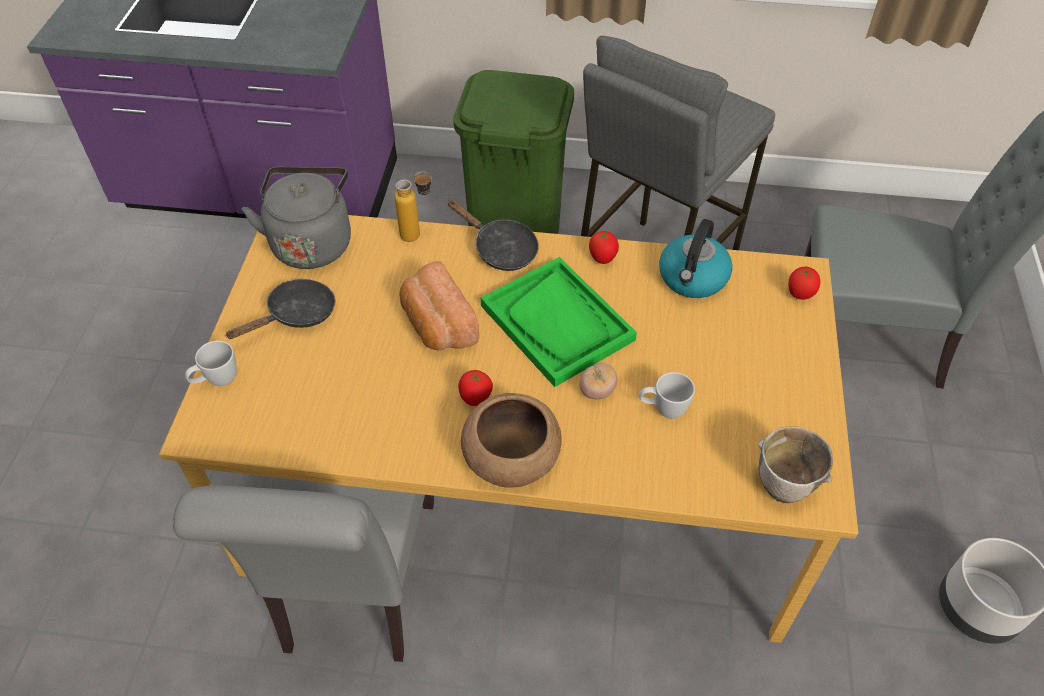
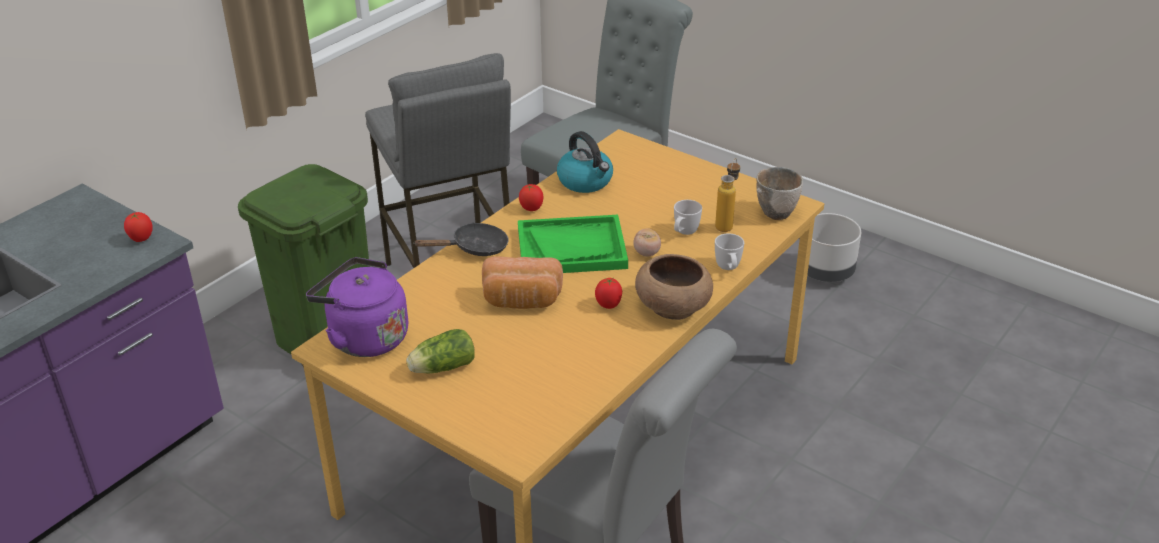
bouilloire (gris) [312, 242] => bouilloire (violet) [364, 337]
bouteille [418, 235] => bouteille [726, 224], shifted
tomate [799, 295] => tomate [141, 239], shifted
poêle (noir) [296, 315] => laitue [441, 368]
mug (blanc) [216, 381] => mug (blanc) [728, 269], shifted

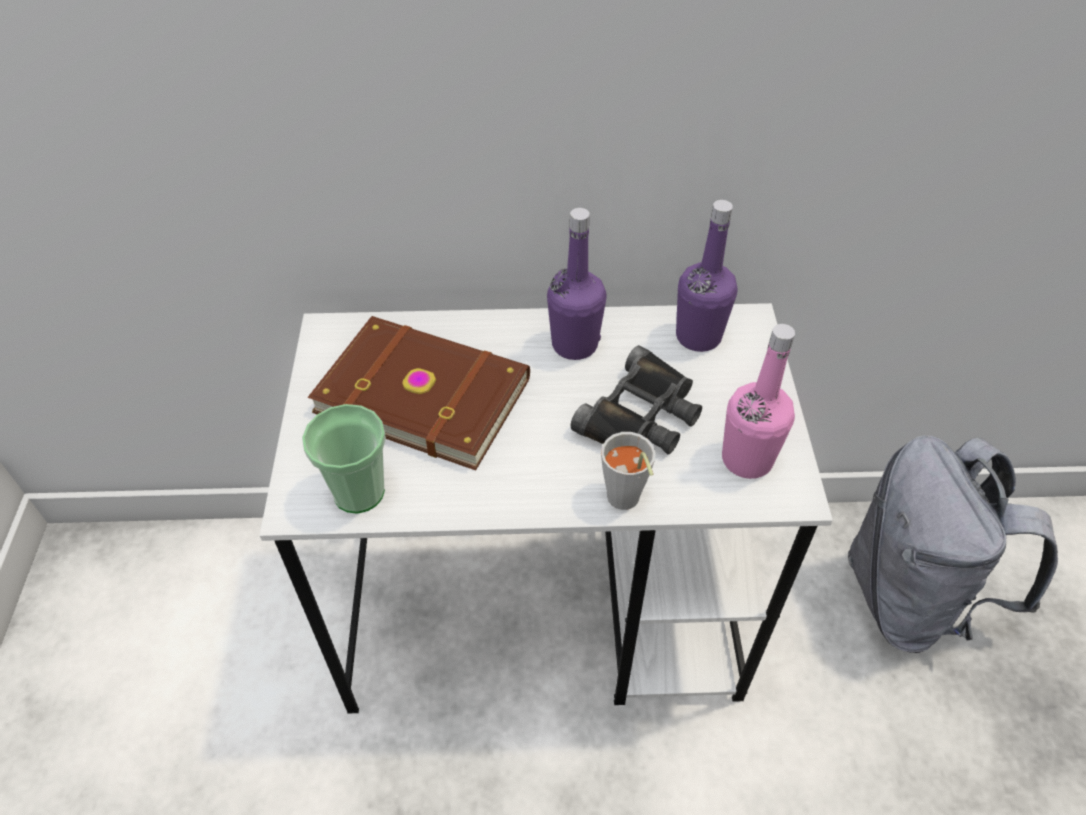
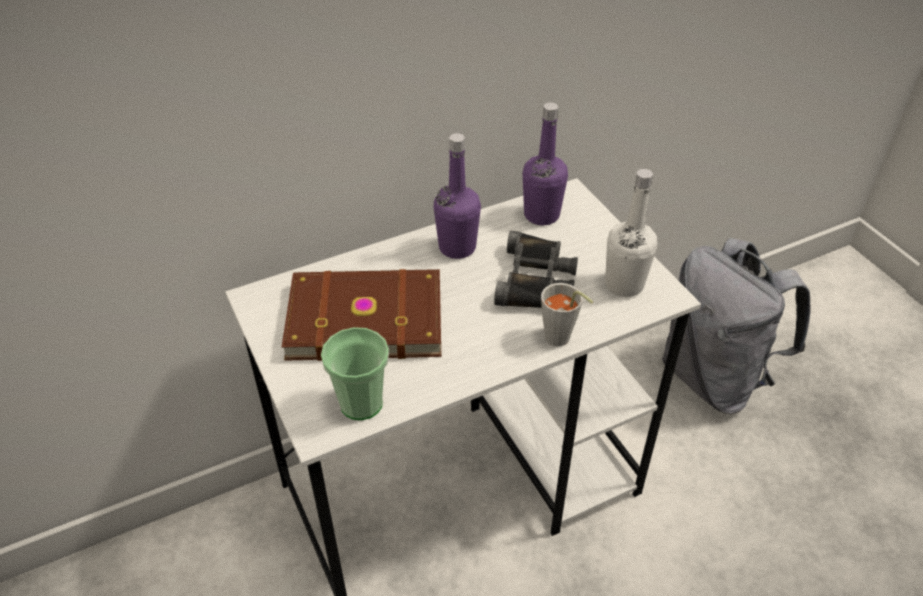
bouteille (rose) [747, 459] => bouteille (blanc) [624, 284]

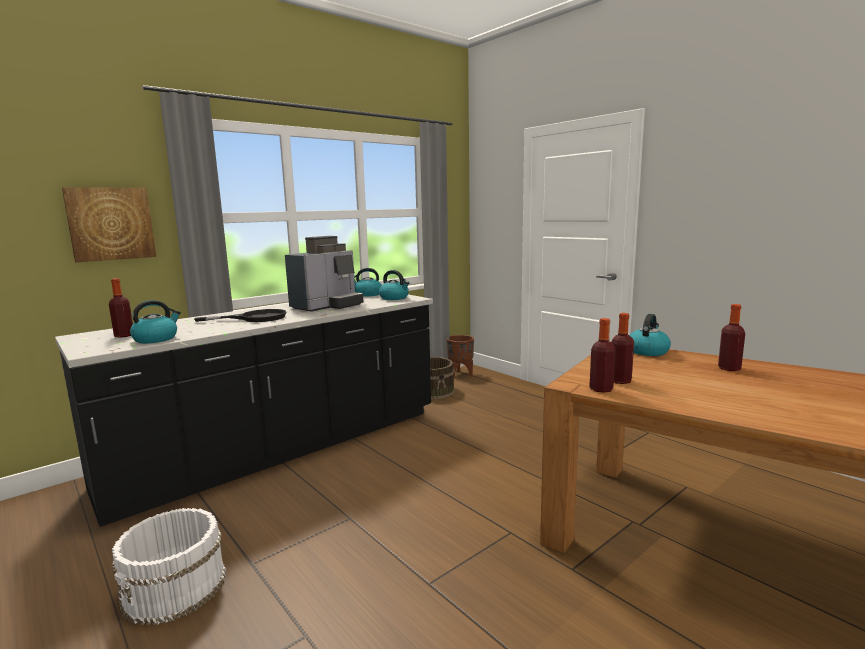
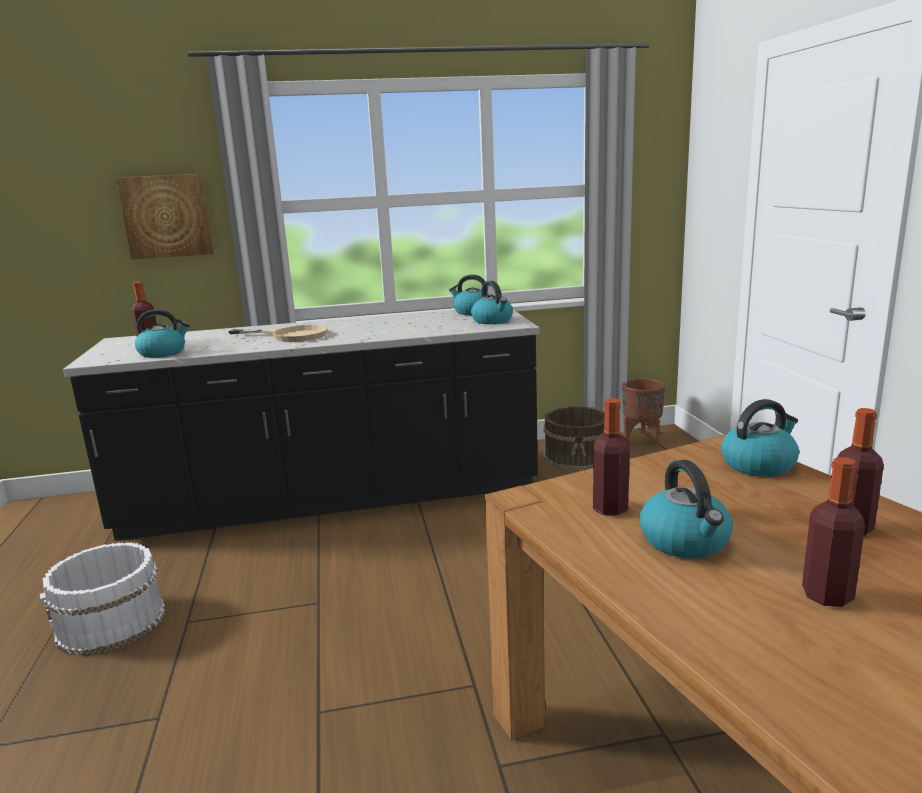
machine à café [328, 306] => nothing
poêle (noir) [255, 318] => poêle (beige) [291, 336]
bouteille [601, 389] => bouteille [827, 595], shifted
nothing => bouilloire [685, 541]

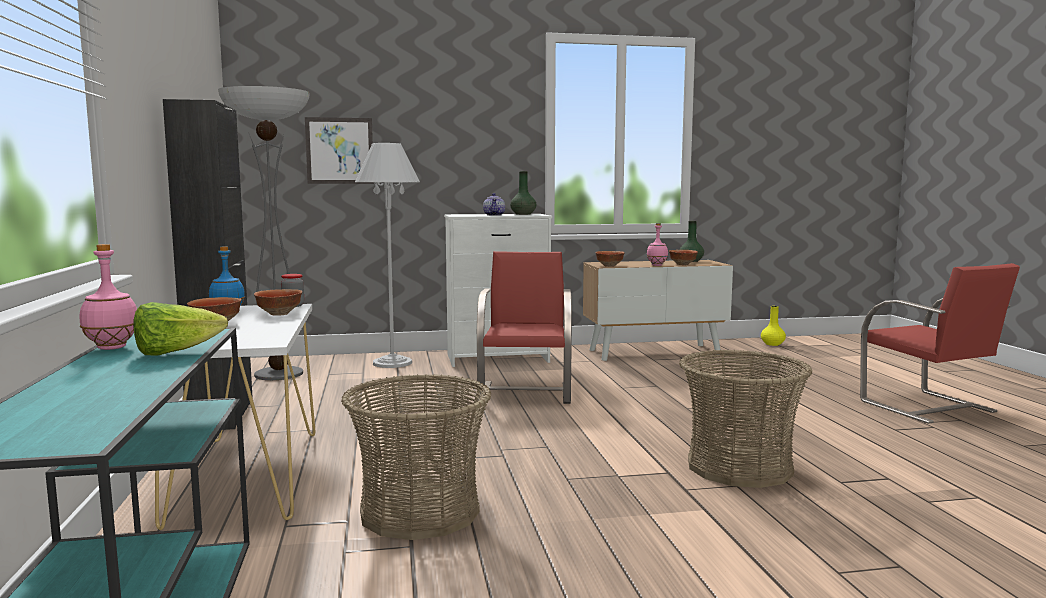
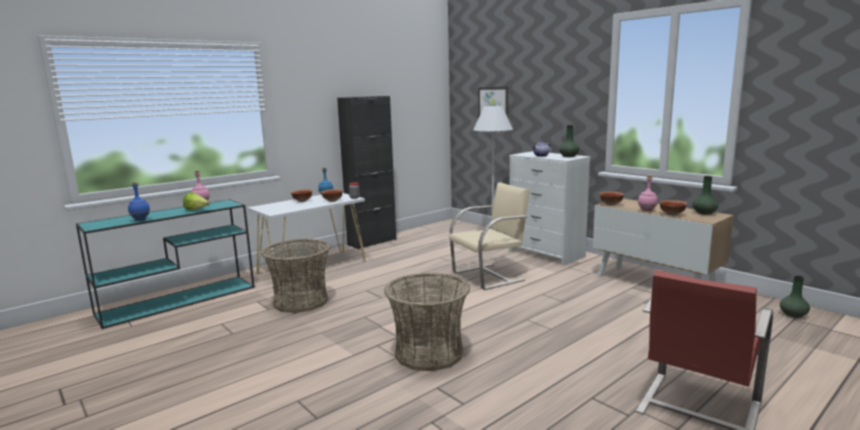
lampadaire [279, 374] => nothing
chaise (rouge) [526, 392] => chaise (beige) [489, 276]
vase (jaune) [773, 344] => vase (vert) [793, 315]
nothing => bouteille (bleu) [140, 220]

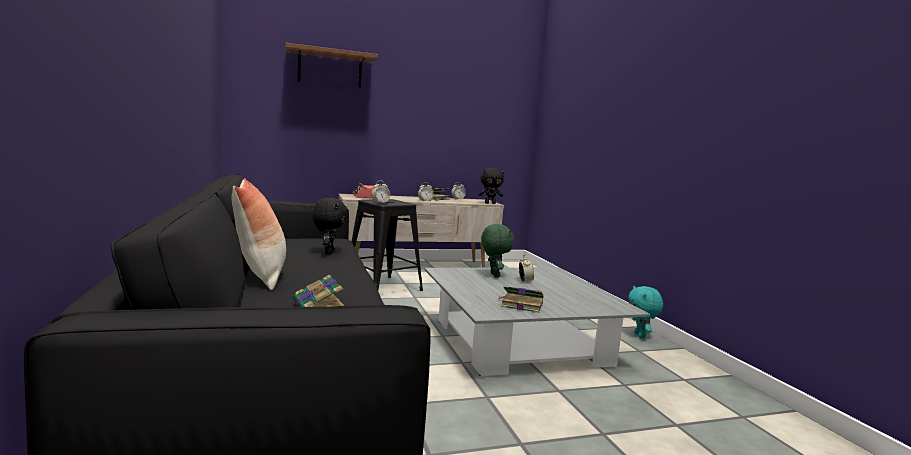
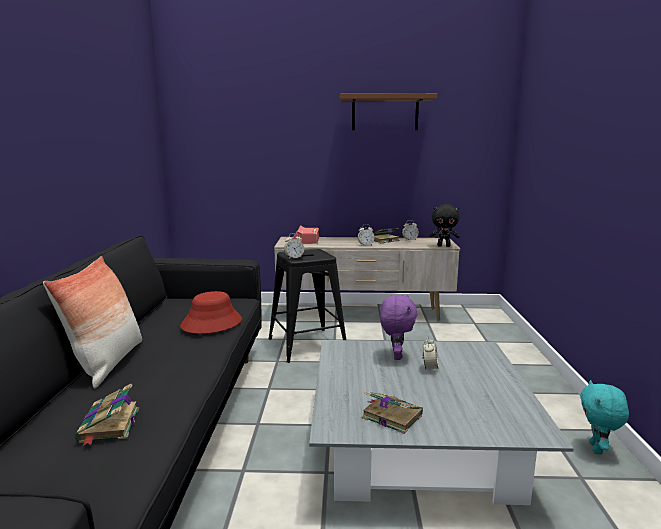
étagère (marron) [330, 69] => étagère (marron) [385, 113], shifted
peluche (noir) [328, 252] => chapeau (rouge) [211, 323]
peluche (vert) [493, 275] => peluche (violet) [396, 356]

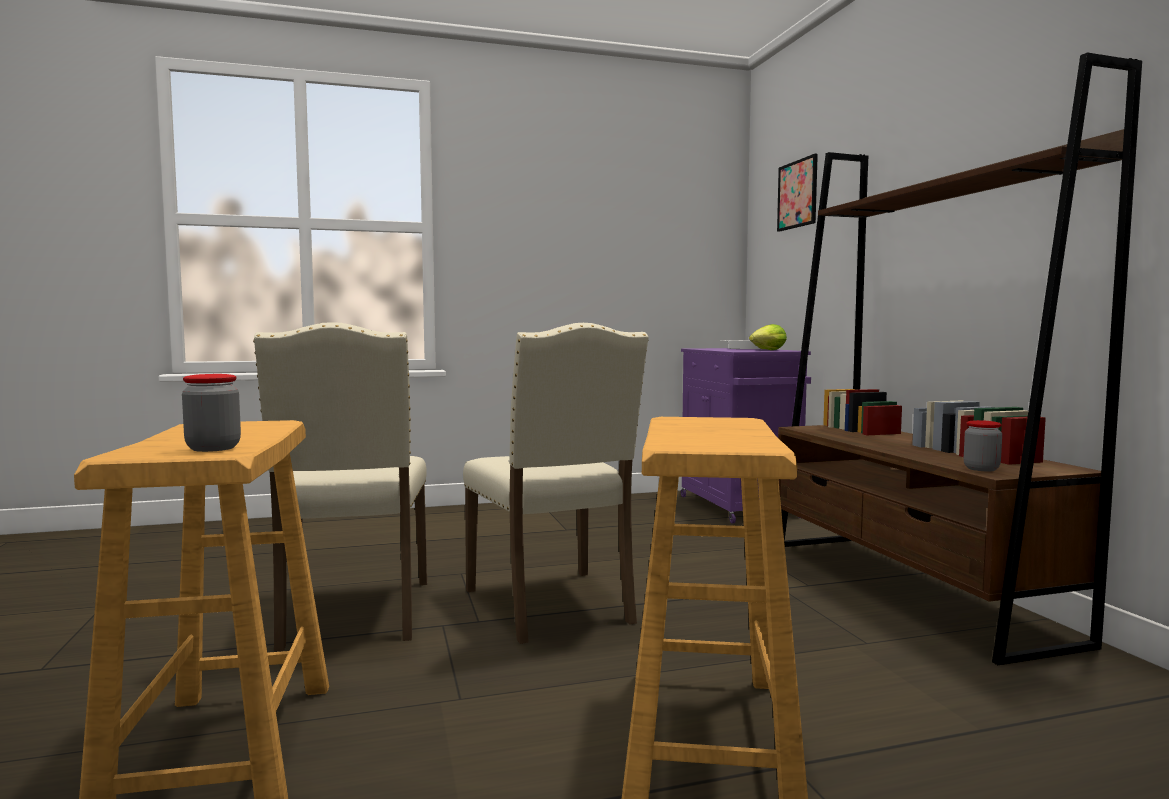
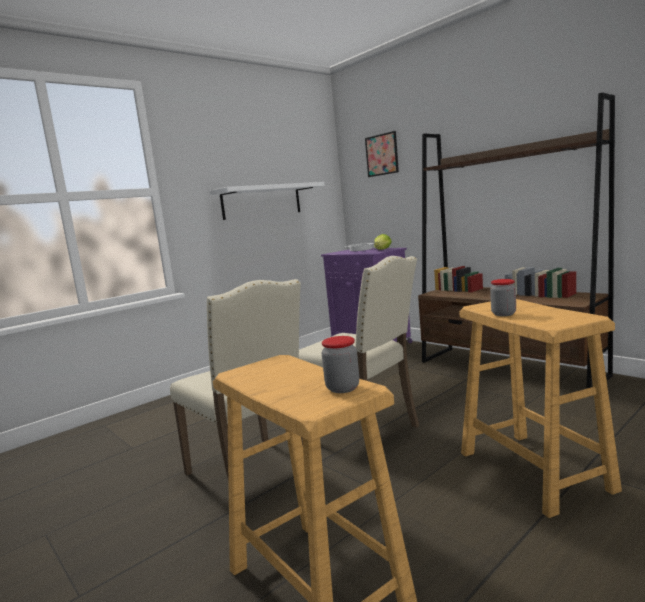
bocal [981, 469] => bocal [503, 314], shifted
nothing => étagère (blanc) [262, 201]

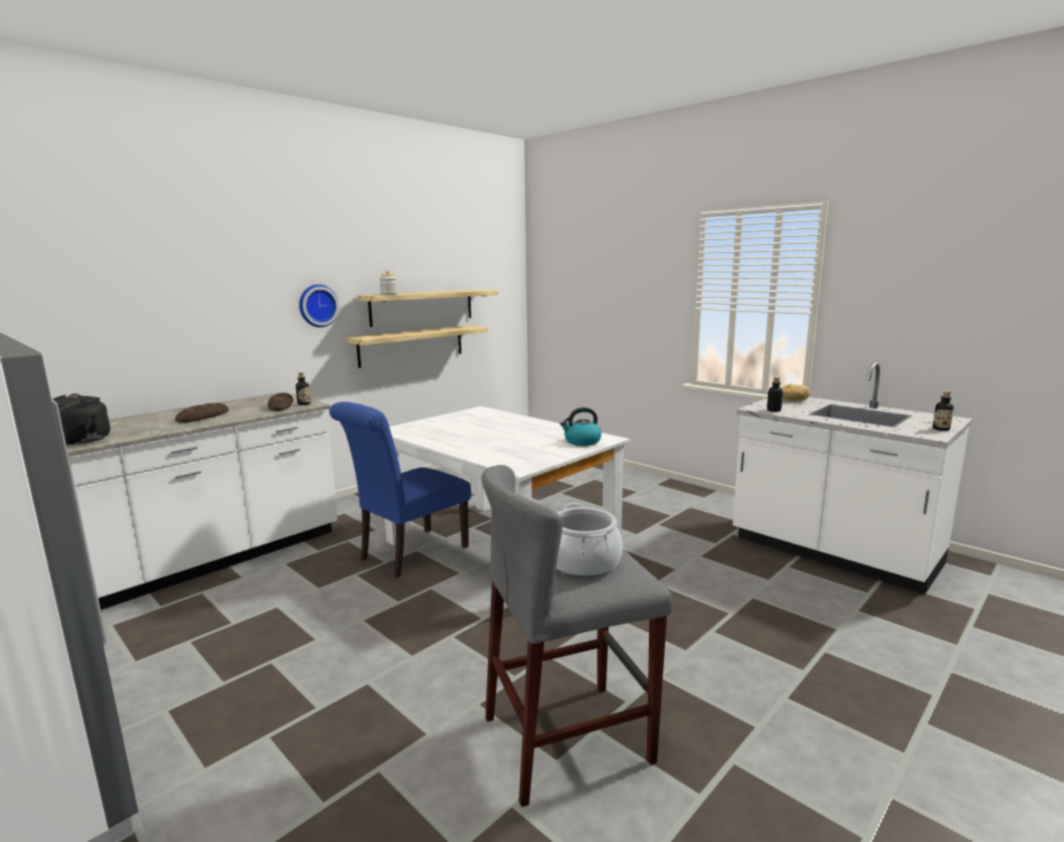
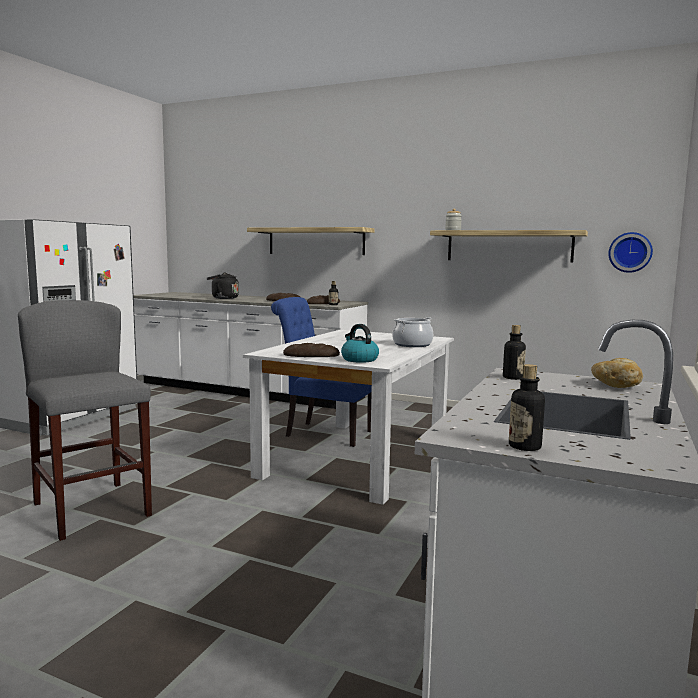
horloge murale [317, 305] => horloge murale [630, 252], shifted
étagère [412, 345] => étagère [316, 241], shifted
marmite [583, 563] => marmite [412, 344], shifted
nothing => pain [311, 355]

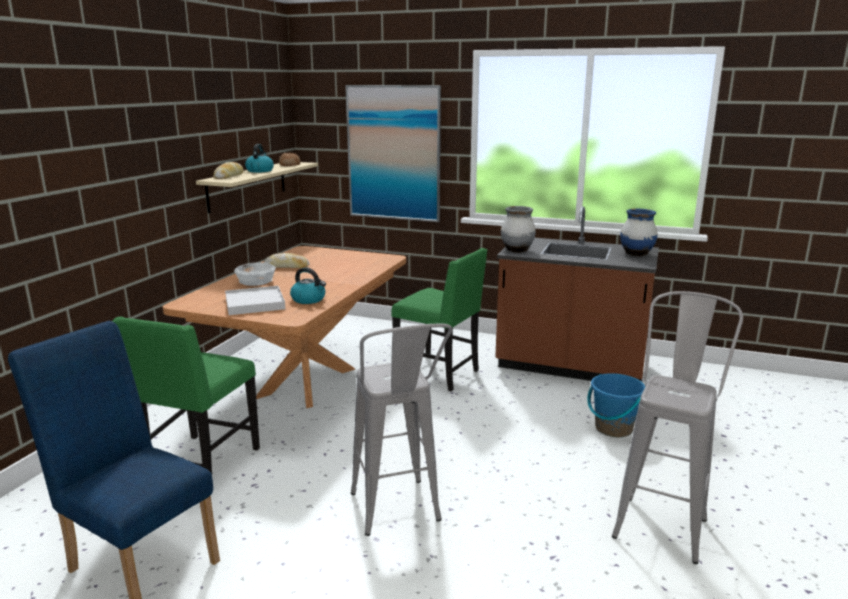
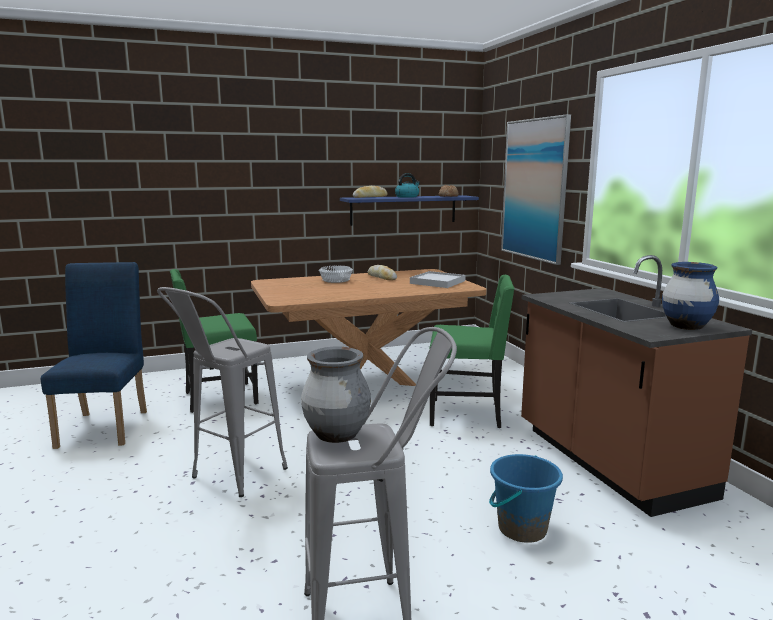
étagère (beige) [247, 185] => étagère (bleu) [403, 210]
vase (gris) [517, 250] => vase (gris) [336, 435], shifted
chaise (vert) [439, 374] => chaise (vert) [467, 414], 75 degrees counterclockwise
bouilloire [309, 299] => nothing
plateau (blanc) [255, 303] => plateau (blanc) [437, 282], shifted

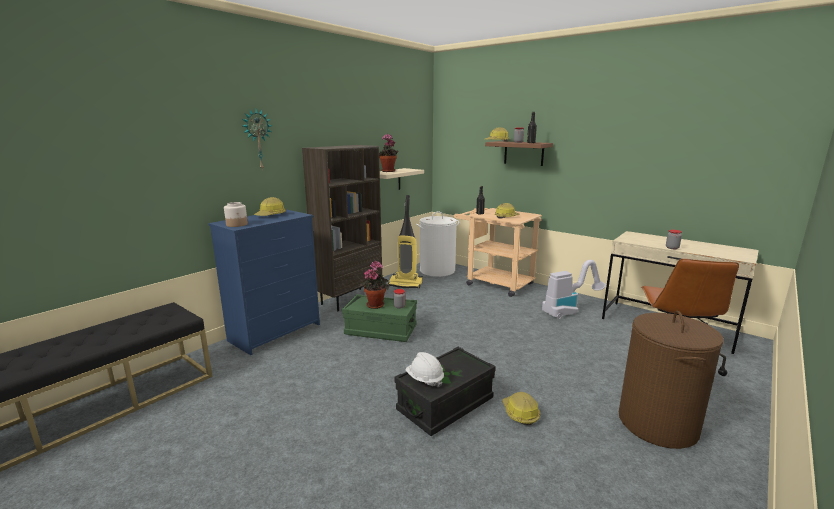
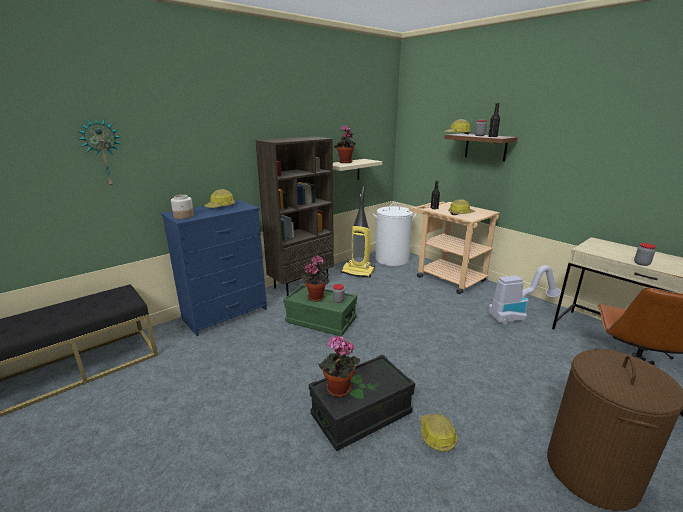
horloge murale [257, 139] => horloge murale [103, 153], shifted
casque de chantier (blanc) [424, 379] => plante en pot [338, 390]

